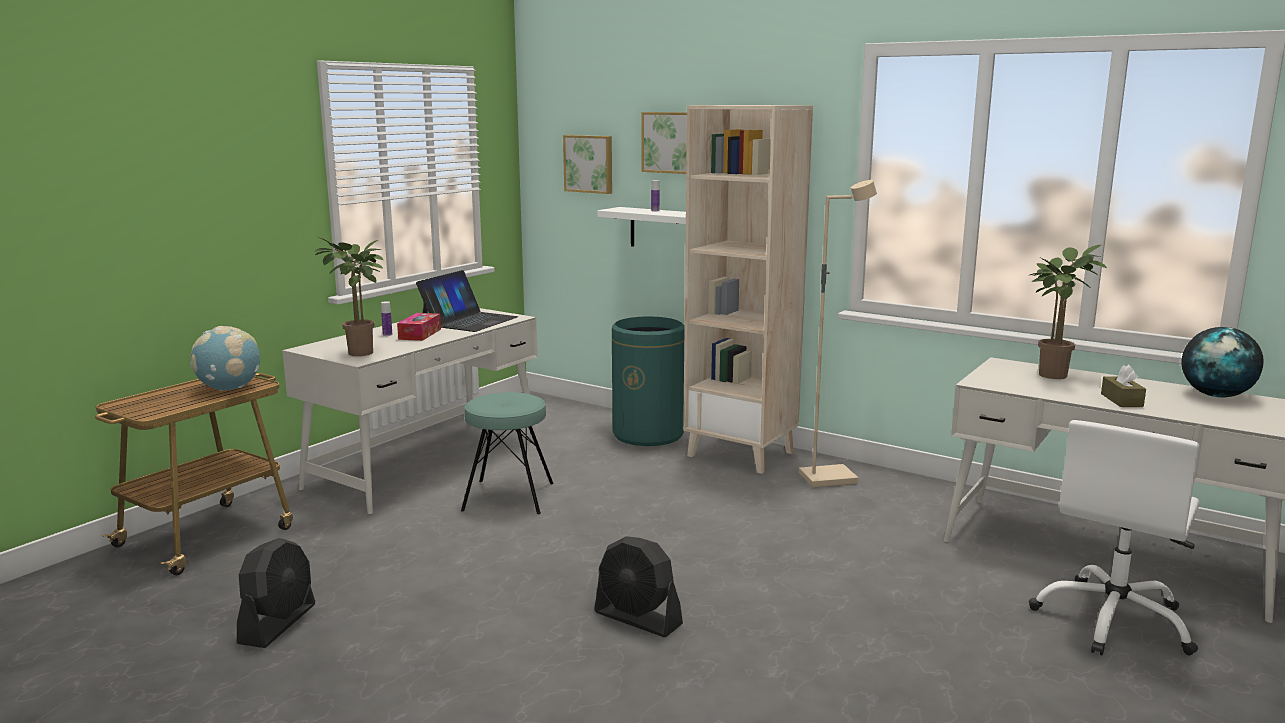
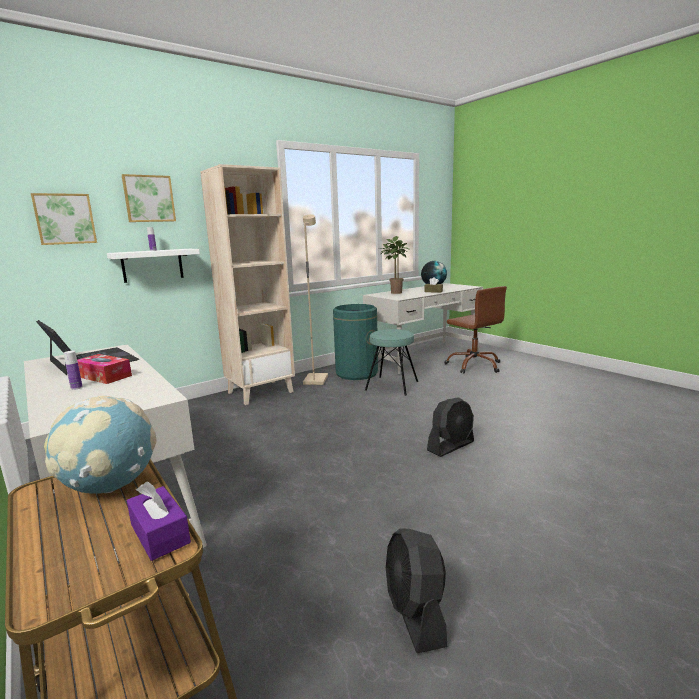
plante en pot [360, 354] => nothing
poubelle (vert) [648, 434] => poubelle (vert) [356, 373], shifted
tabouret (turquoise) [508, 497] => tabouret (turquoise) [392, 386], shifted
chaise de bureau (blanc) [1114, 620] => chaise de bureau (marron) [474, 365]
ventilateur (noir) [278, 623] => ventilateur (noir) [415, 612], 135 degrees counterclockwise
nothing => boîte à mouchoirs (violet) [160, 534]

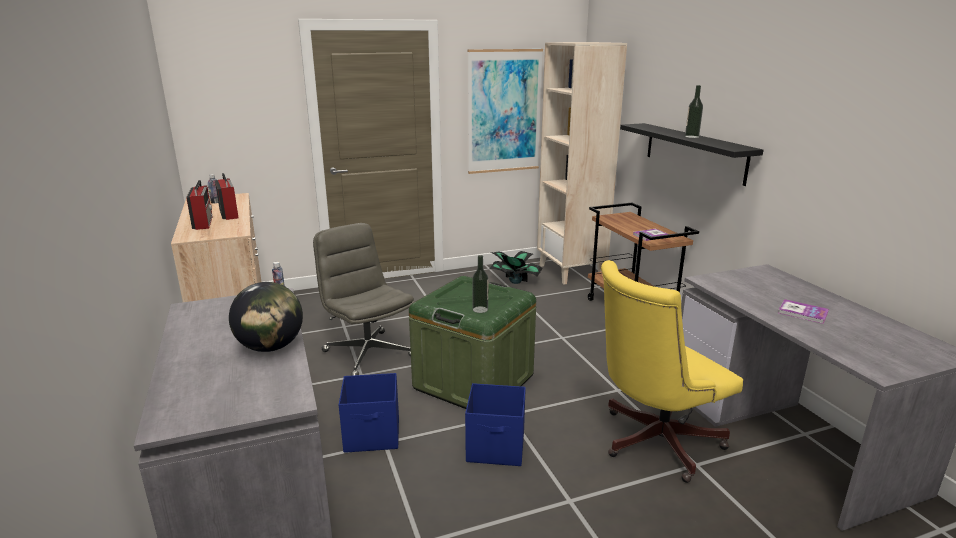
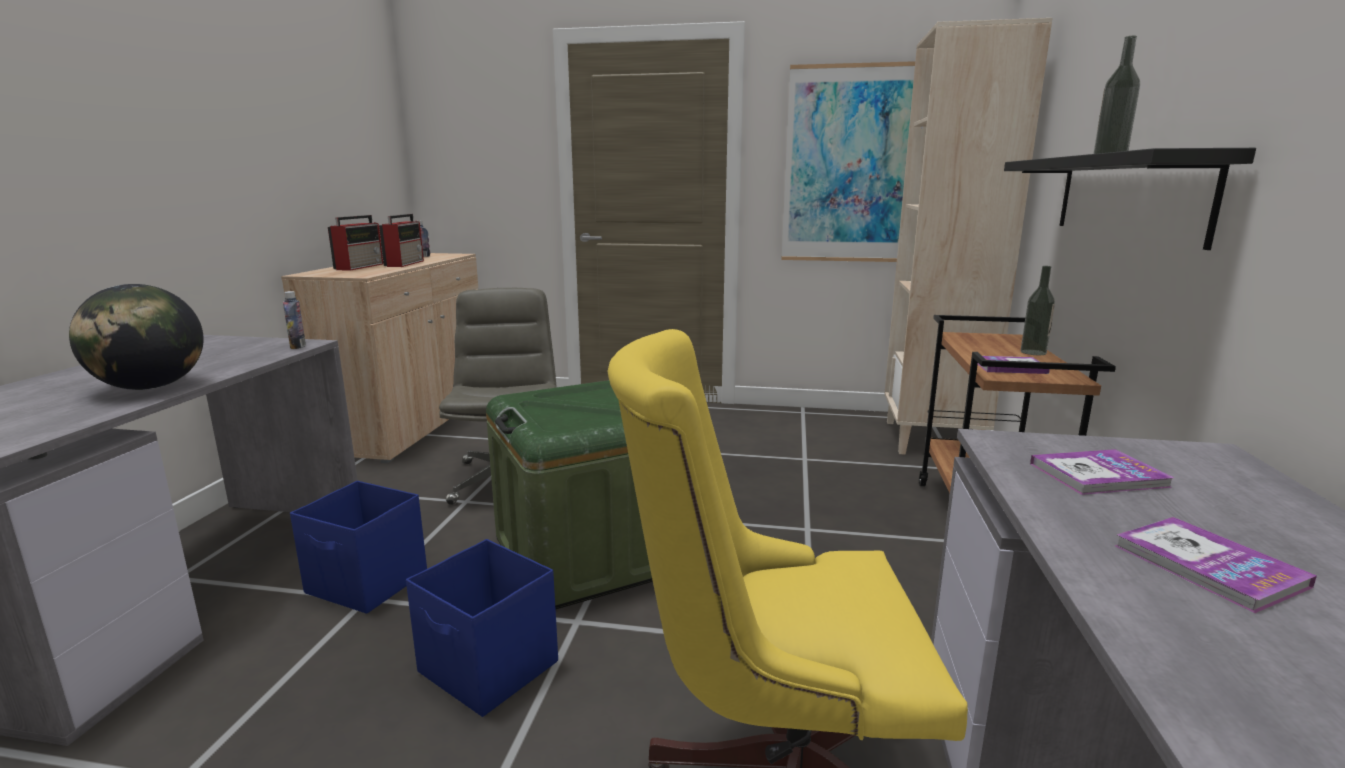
plante en pot [515, 281] => nothing
bouteille [480, 309] => bouteille [1033, 352], shifted
nothing => livre [1098, 475]

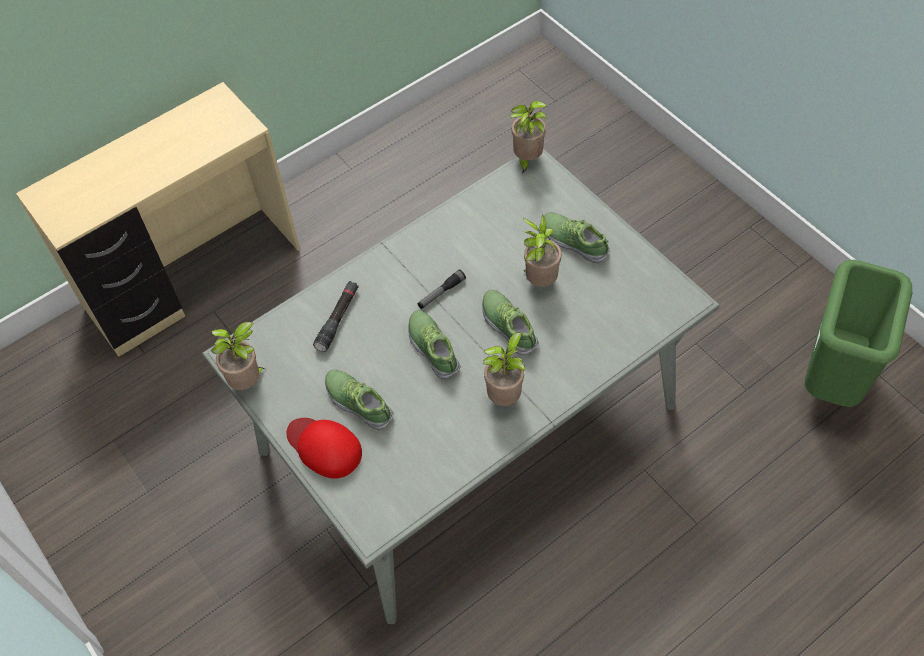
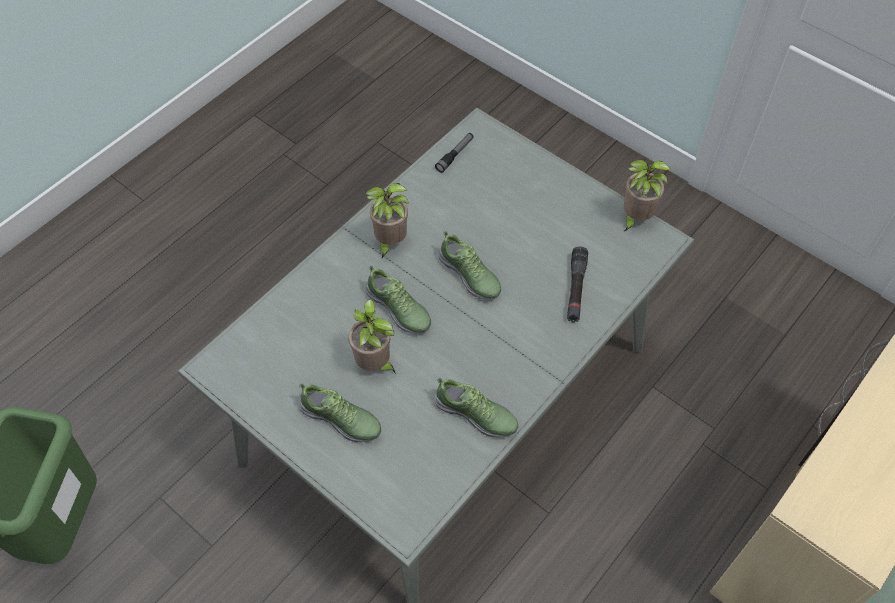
plante en pot [527, 160] => nothing
lampe de poche [441, 293] => lampe de poche [455, 155], shifted
chaussure [359, 402] => chaussure [476, 414], shifted
casquette (rouge) [324, 447] => nothing

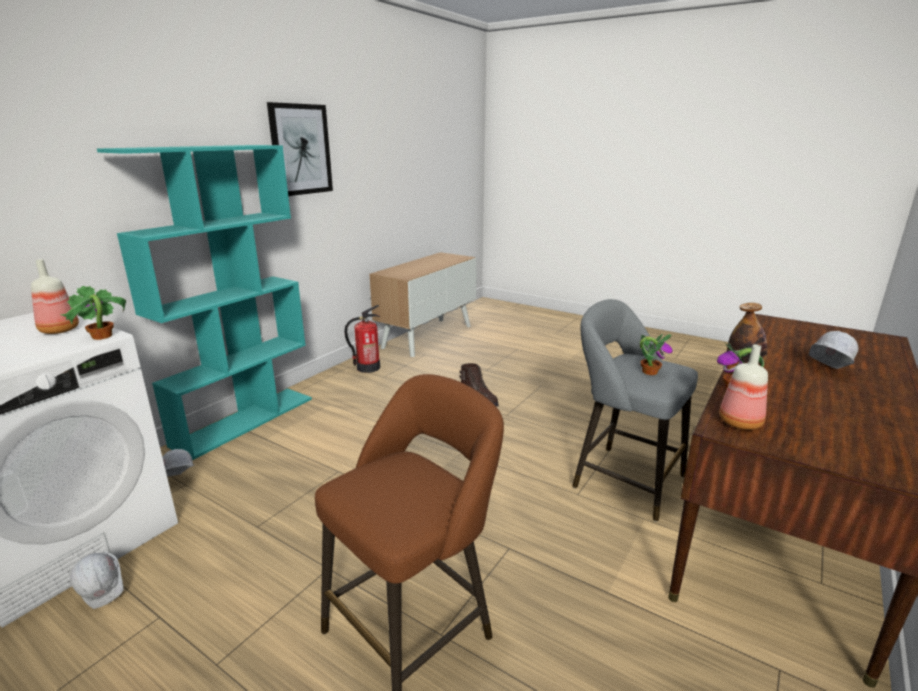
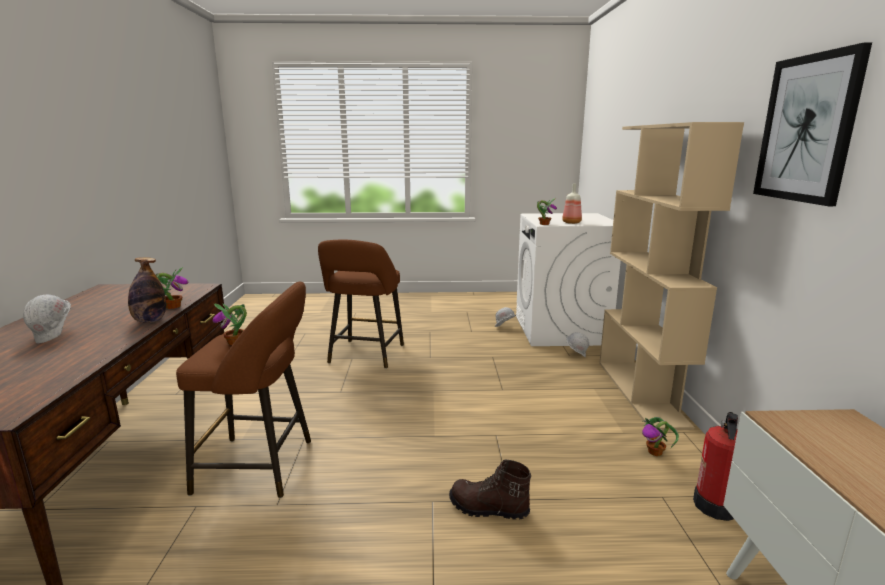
bibliothèque (turquoise) [245, 420] => bibliothèque (beige) [641, 392]
tabouret (gris) [622, 479] => tabouret (marron) [261, 467]
bouteille [739, 422] => nothing
nothing => plante en pot [655, 452]

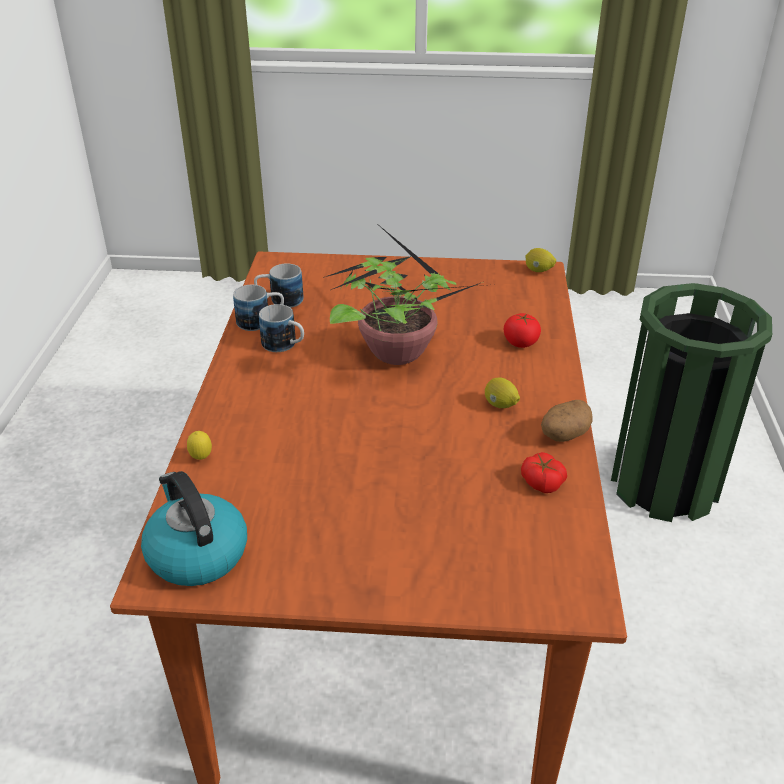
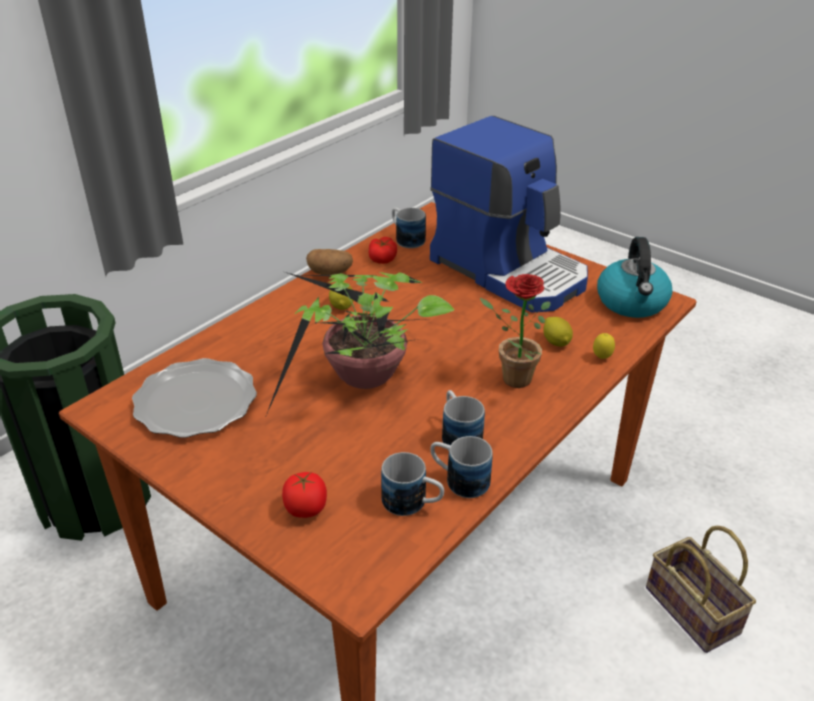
citron [538, 271] => citron [556, 342], shifted
tomate [520, 343] => tomate [306, 508], shifted
nothing => machine à café [509, 270]
nothing => mug [406, 238]
nothing => plante en pot [510, 378]
nothing => assiette [195, 402]
nothing => panier [695, 611]

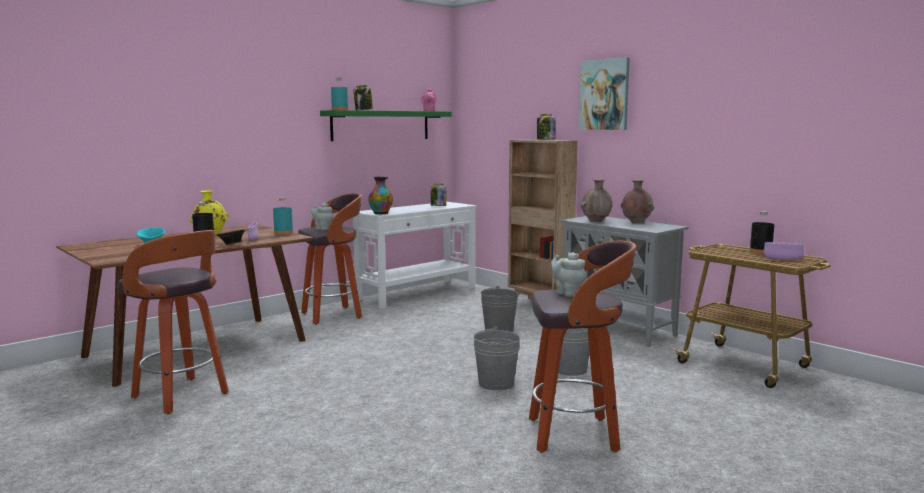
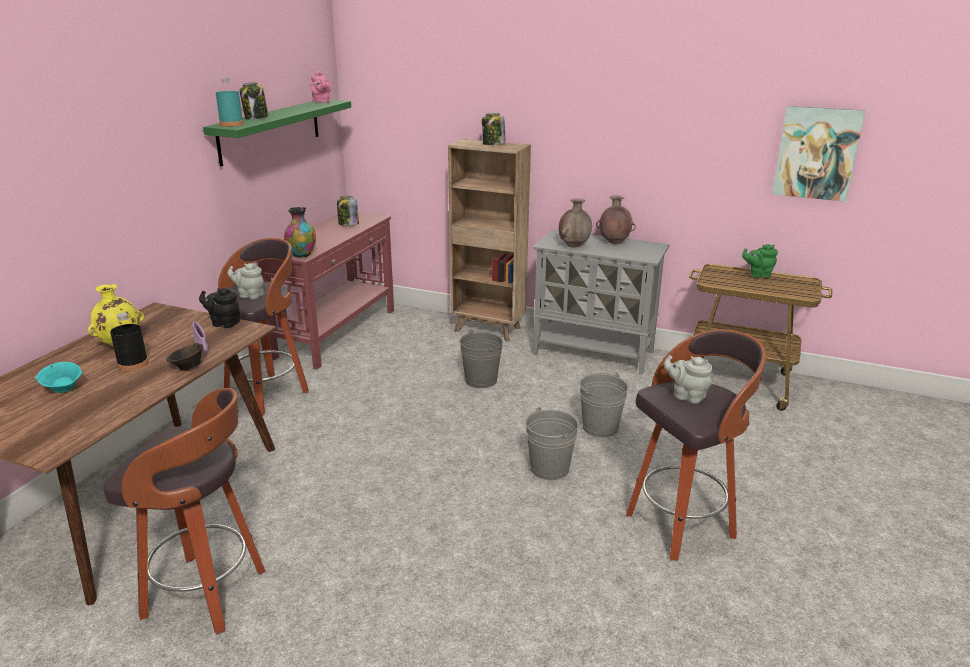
tableau [604, 94] => tableau [816, 153], shifted
bouteille (turquoise) [283, 233] => théière (noir) [223, 323]
table console (blanc) [418, 293] => table console (rouge) [337, 333]
bouteille (noir) [760, 252] => théière (vert) [758, 275]
bol (violet) [782, 259] => nothing

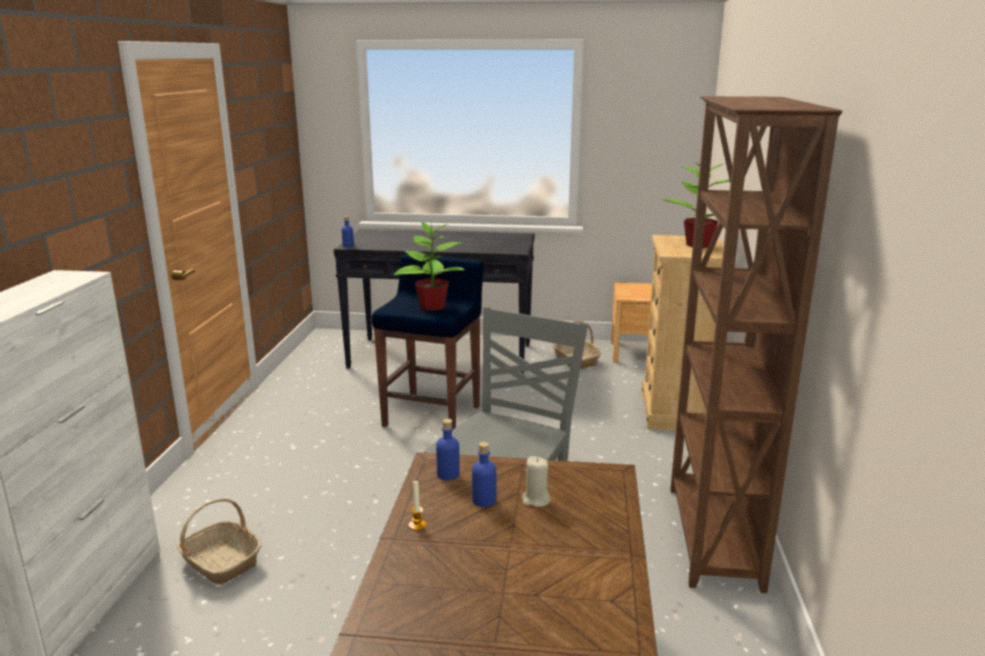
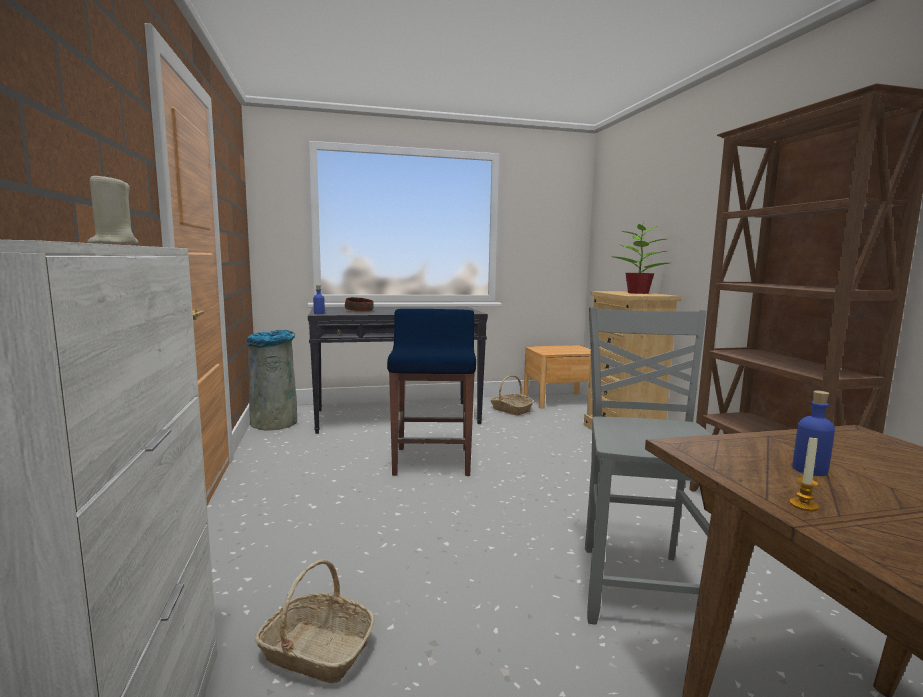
plante en pot [432, 306] => nothing
bouteille (bleu) [448, 474] => nothing
bougie (beige) [536, 500] => bougie (beige) [114, 244], shifted
nothing => bol [359, 311]
nothing => poubelle (gris) [274, 422]

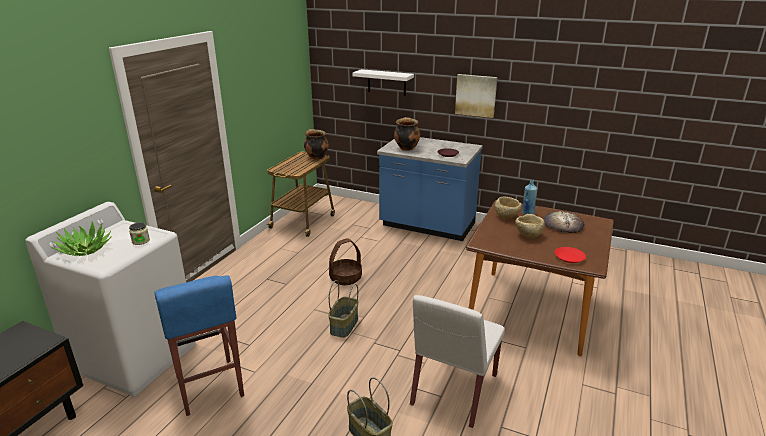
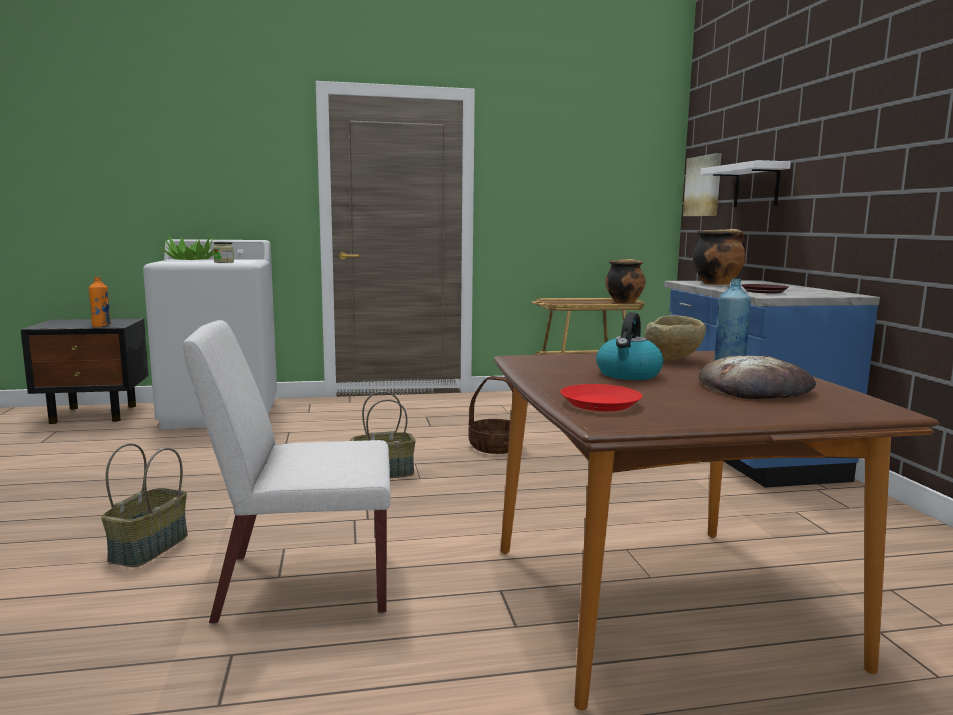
tableau [476, 95] => tableau [703, 186], shifted
bol (beige) [528, 235] => bouilloire [628, 375]
tabouret (bleu) [208, 387] => nothing
nothing => bouteille (orange) [101, 326]

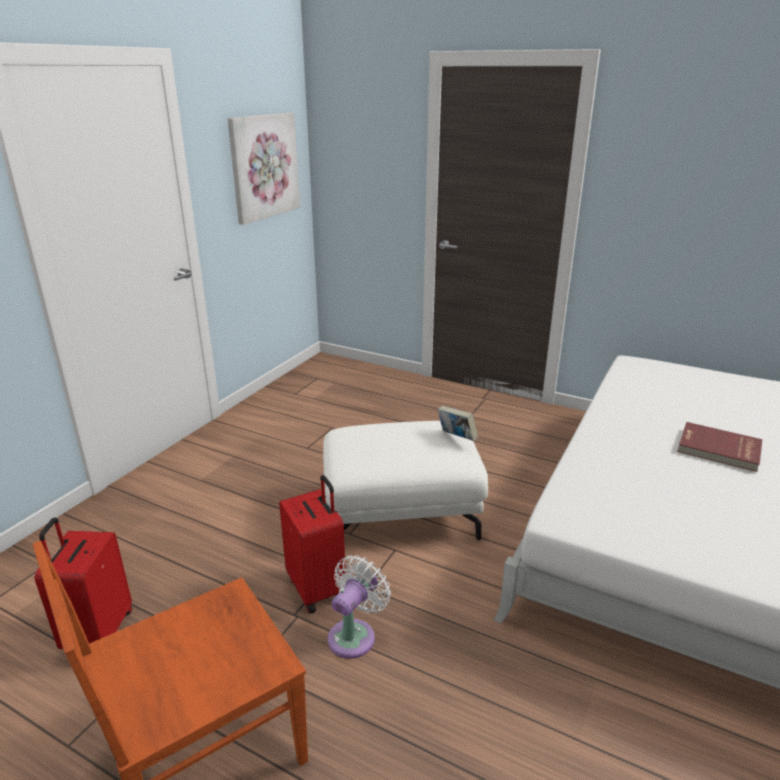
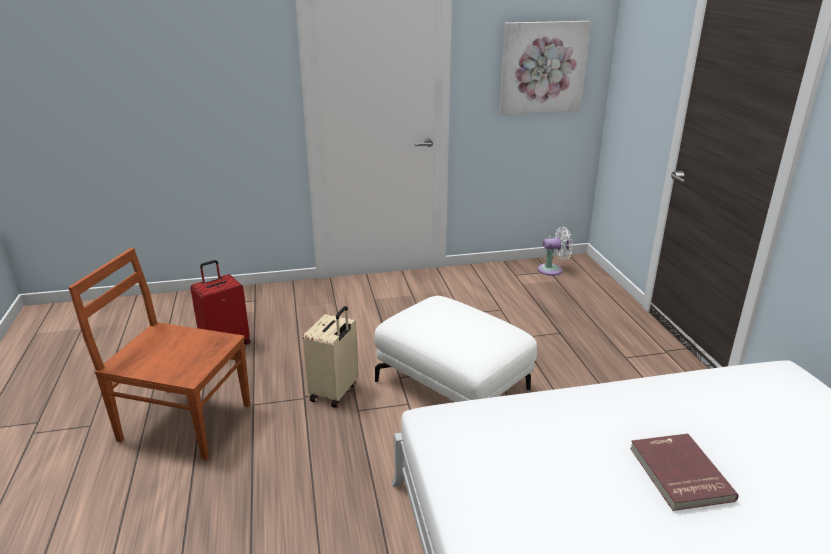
livre [456, 438] => nothing
valise (rouge) [318, 588] => valise (beige) [335, 392]
ventilateur (blanc) [354, 635] => ventilateur (blanc) [553, 270], shifted

